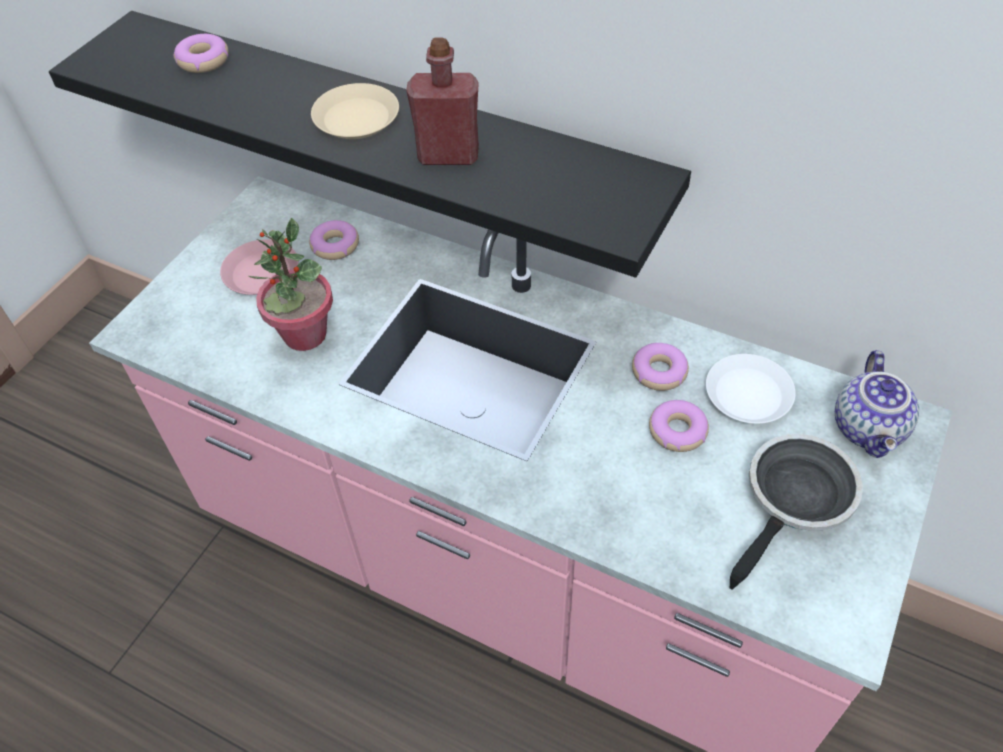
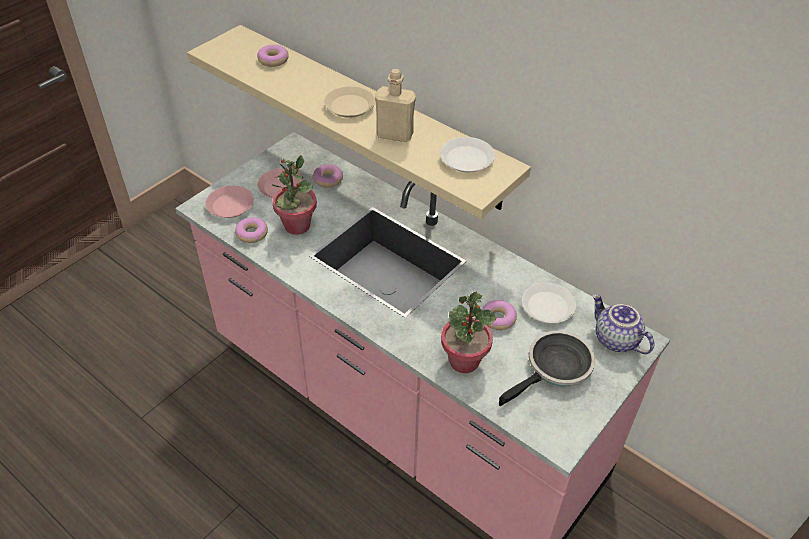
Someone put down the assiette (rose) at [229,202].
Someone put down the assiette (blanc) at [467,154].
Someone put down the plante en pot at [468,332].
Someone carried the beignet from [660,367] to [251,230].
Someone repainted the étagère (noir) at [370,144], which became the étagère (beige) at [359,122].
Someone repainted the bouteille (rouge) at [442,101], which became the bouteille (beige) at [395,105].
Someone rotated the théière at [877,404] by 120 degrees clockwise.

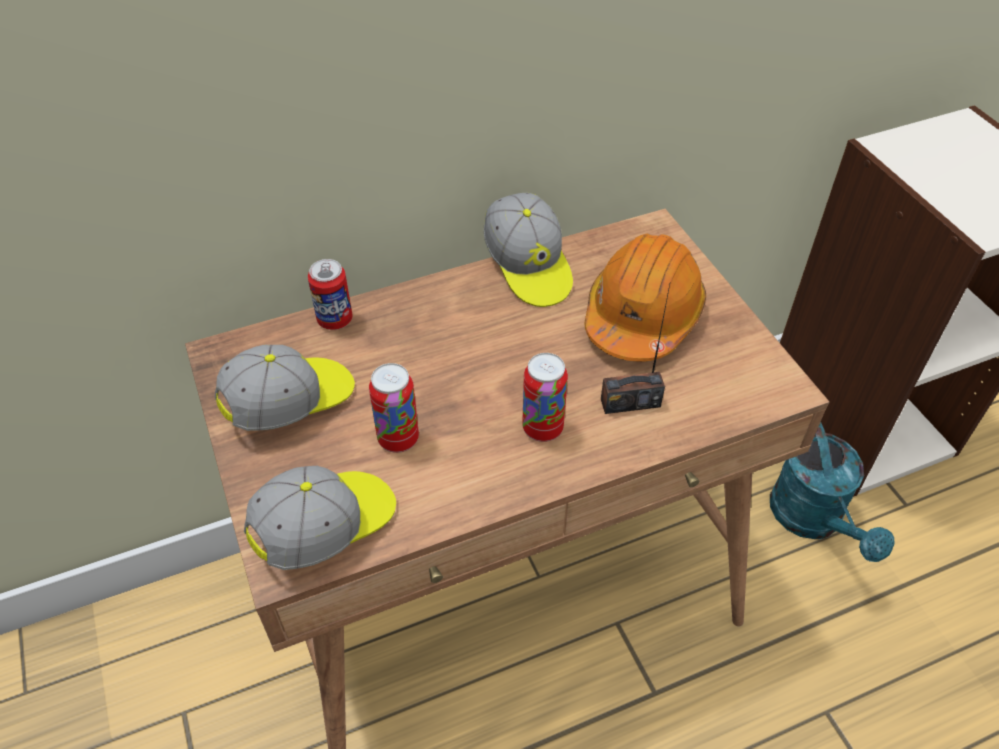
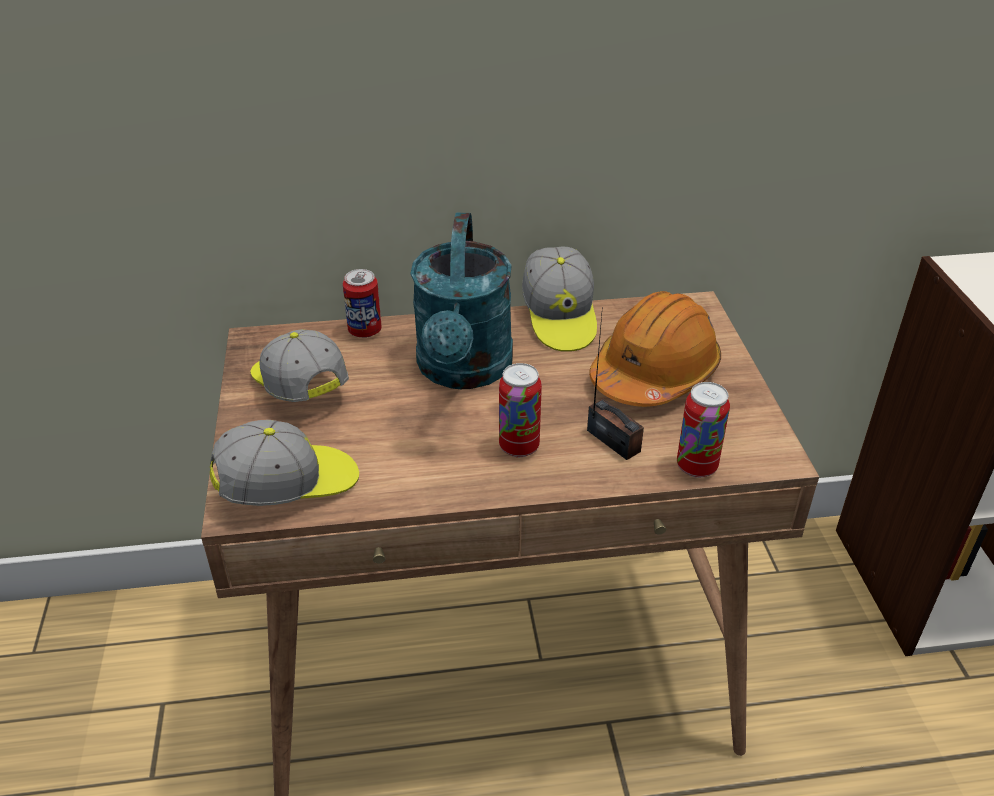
Someone carried the boîte métallique from [394,408] to [703,430].
Someone carried the arrosoir (turquoise) from [832,492] to [461,301].
Someone rotated the casquette at [285,388] by 105 degrees counterclockwise.
Someone rotated the radio at [635,349] by 135 degrees counterclockwise.

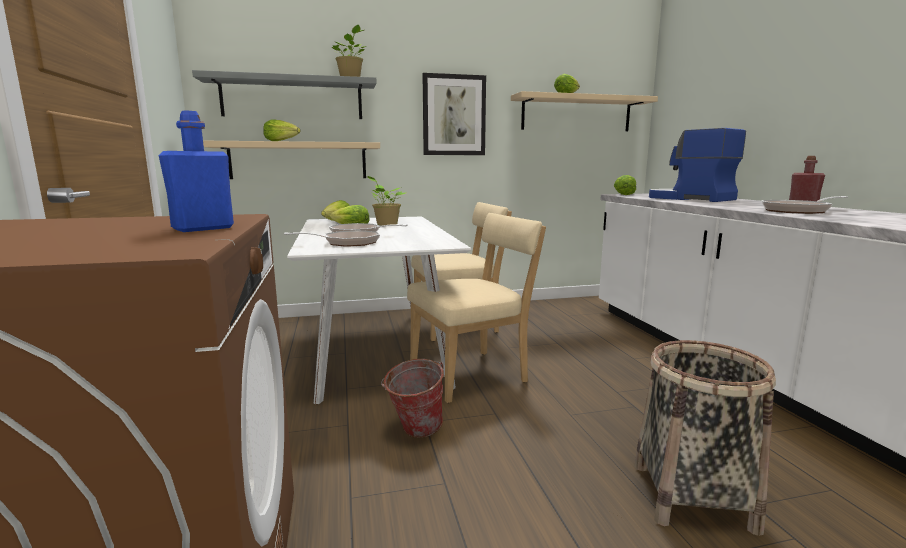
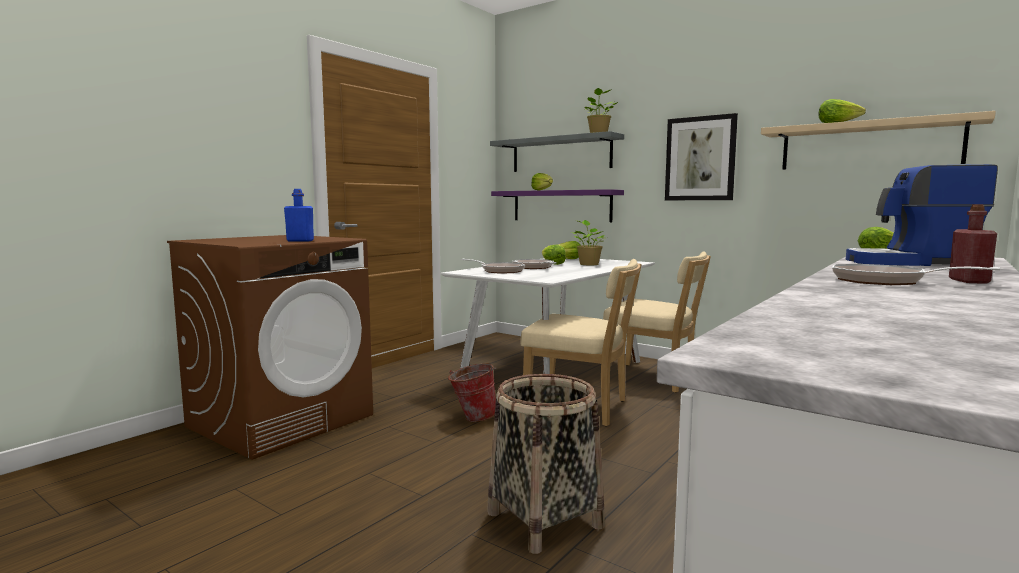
Someone repainted the étagère (beige) at [291,160], which became the étagère (violet) at [557,205].
Someone rotated the machine à café at [697,165] by 90 degrees counterclockwise.

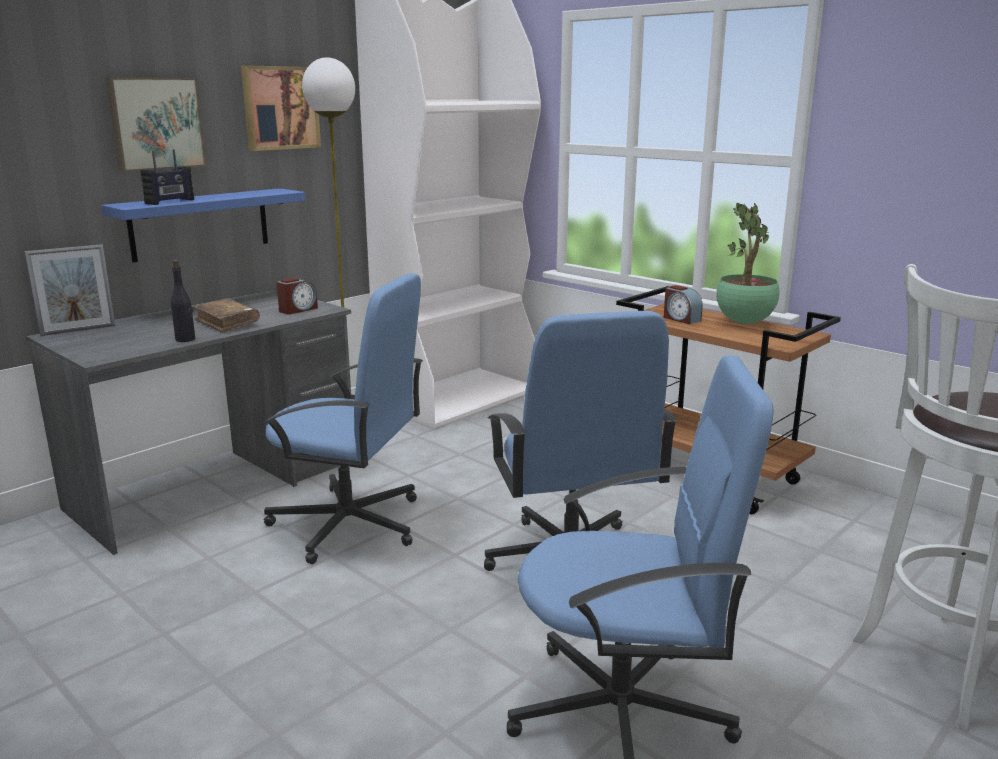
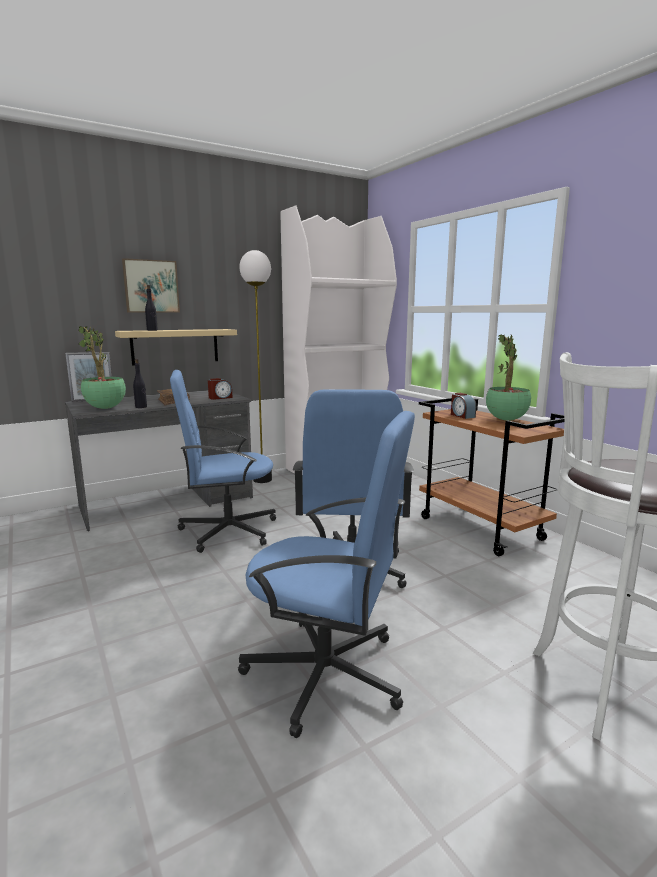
Someone took away the tableau at [281,108].
Someone put down the plante en pot at [102,367].
Someone swapped the radio at [167,177] for the bouteille (noir) at [151,308].
Someone repainted the étagère (bleu) at [203,225], which became the étagère (beige) at [176,347].
Someone rotated the chaise de bureau (bleu) at [343,418] by 135 degrees clockwise.

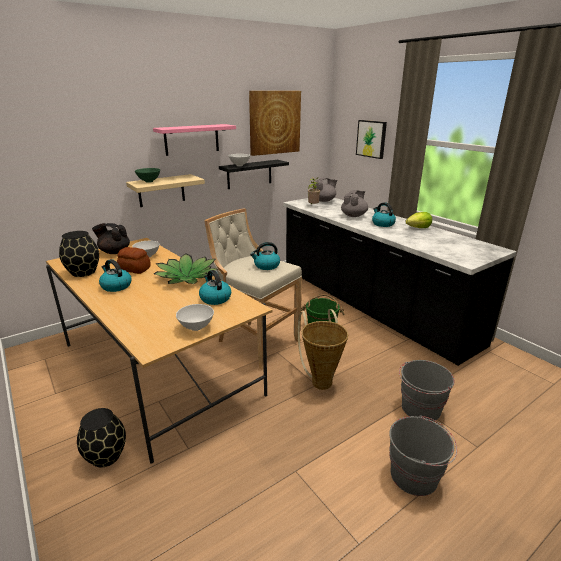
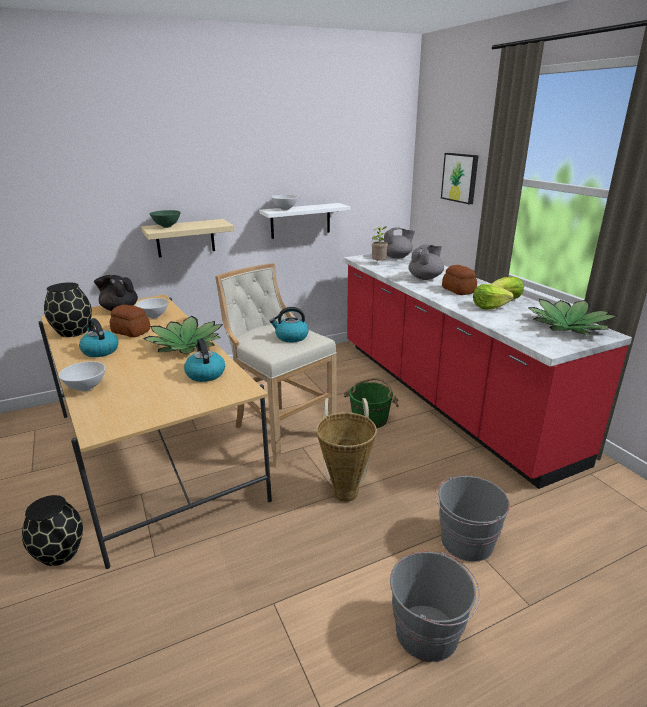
Someone took away the étagère (rose) at [194,140].
Someone took away the tableau at [275,123].
Someone put down the laitue at [493,297].
Someone put down the plante en pot at [572,317].
Someone carried the bol (blanc) from [195,317] to [82,376].
Someone swapped the bouilloire at [384,214] for the pain at [459,280].
Someone repainted the étagère (noir) at [254,174], which became the étagère (blanc) at [304,221].
Someone repainted the comptoir de cuisine (noir) at [400,282], which became the comptoir de cuisine (rouge) at [488,371].

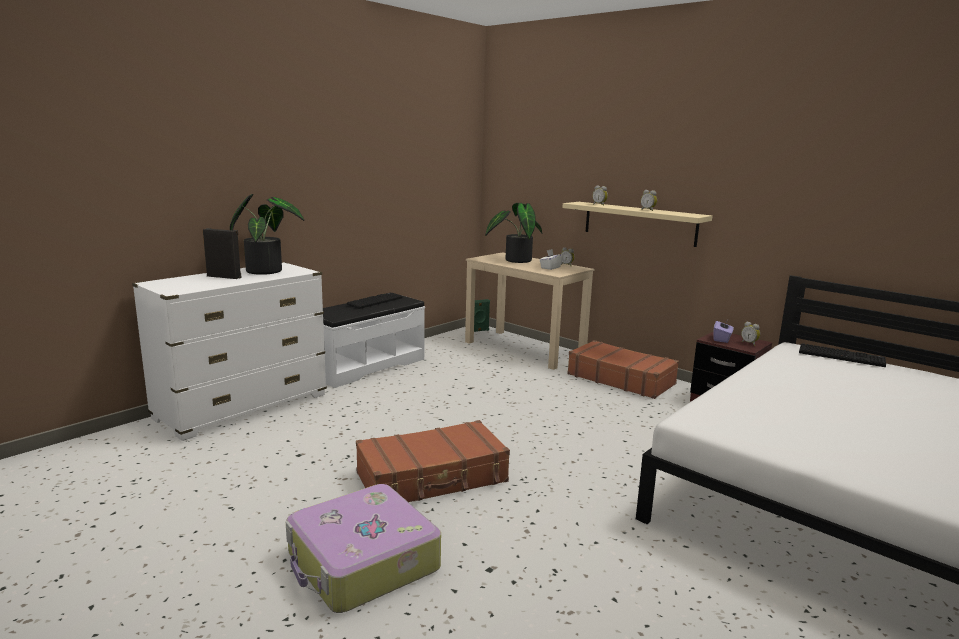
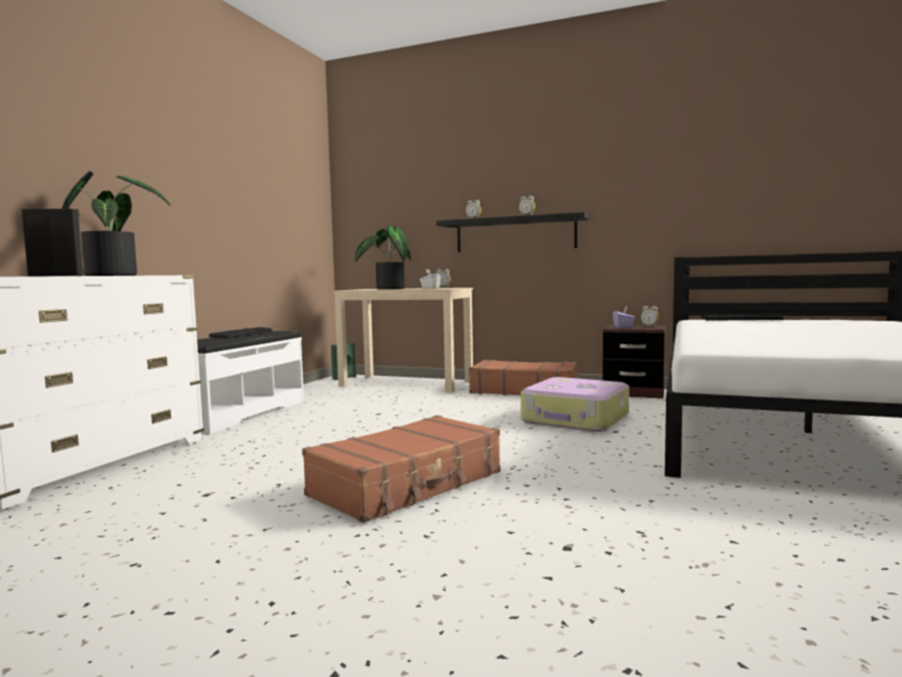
Someone carried the valise from [363,548] to [575,404].
Someone repainted the étagère (beige) at [637,224], which became the étagère (noir) at [512,232].

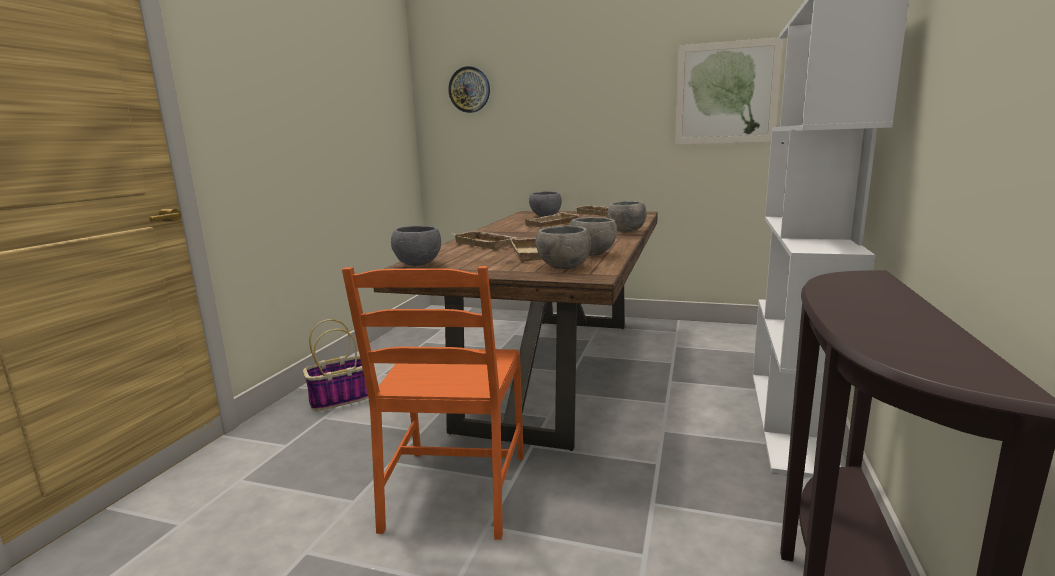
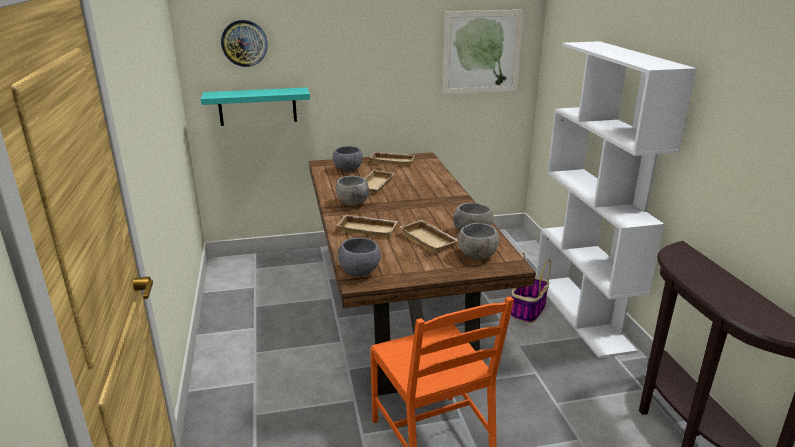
Someone put up the étagère (turquoise) at [255,106].
Someone carried the panier from [335,365] to [530,287].
Someone carried the bol (gris) from [627,216] to [352,191].

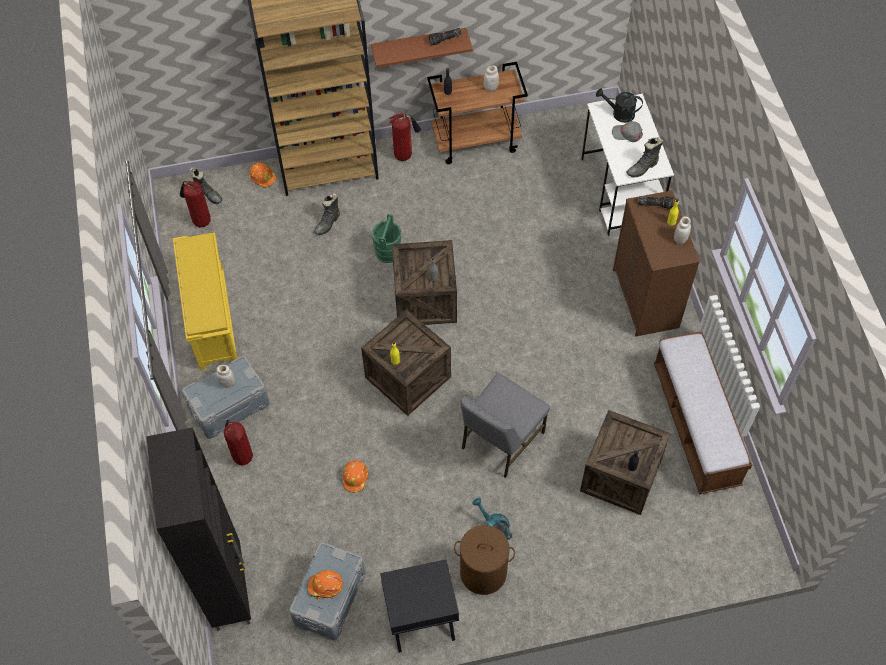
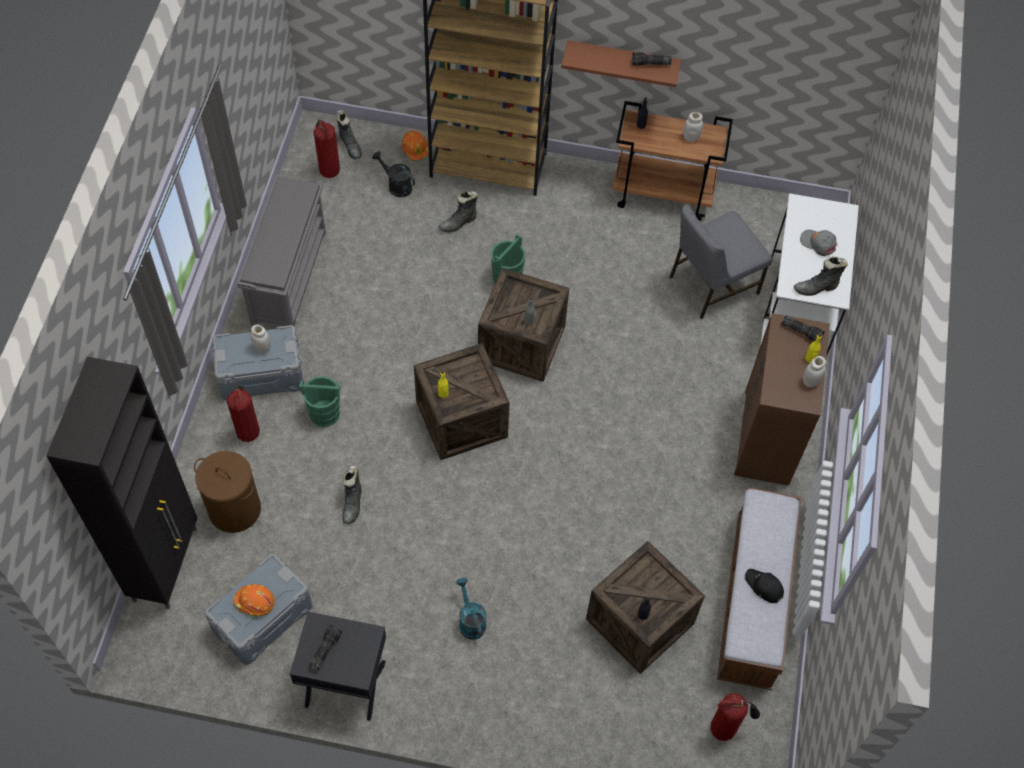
Someone put down the seau (vert) at [320,401].
Someone put down the lampe de poche at [325,648].
Someone put down the casquette (noir) at [764,586].
Someone carried the extincteur from [405,137] to [735,717].
Someone carried the panier à linge (marron) from [484,560] to [227,492].
Someone carried the chaise (gris) from [505,425] to [721,261].
Someone carried the arrosoir (noir) from [619,105] to [393,174].
Someone swapped the casque de chantier (orange) at [356,476] for the botte (noir) at [352,495].
Someone repainted the étagère à chaussures (jaune) at [205,301], which became the étagère à chaussures (gris) at [281,250].

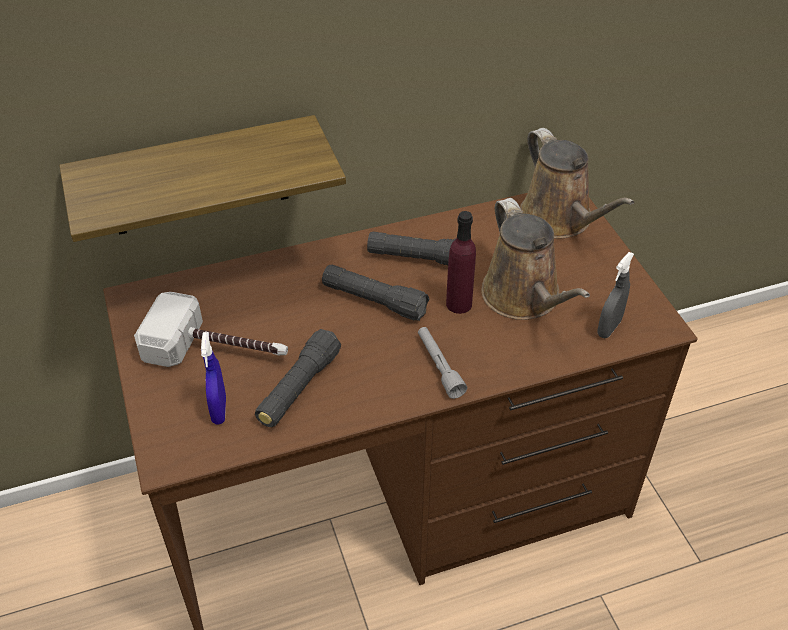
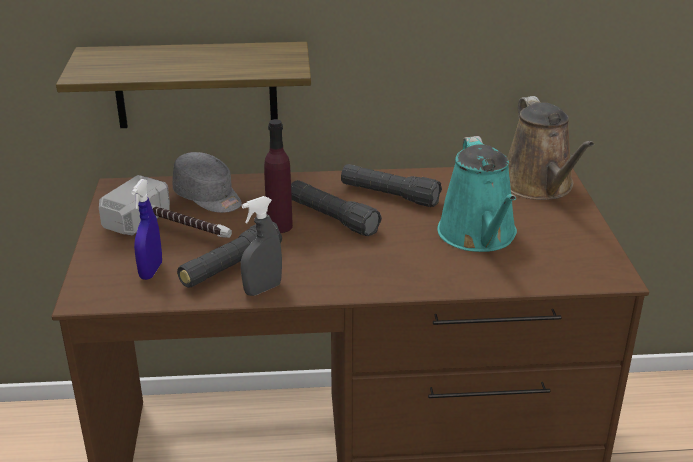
Someone took away the lampe de poche (gris) at [442,363].
Someone put down the casquette (gris) at [207,182].
Someone carried the bouteille (violet) from [461,262] to [278,176].
Someone carried the vaporisateur (gris) from [615,295] to [261,246].
Someone repainted the arrosoir (marron) at [535,259], which became the arrosoir (turquoise) at [477,194].

